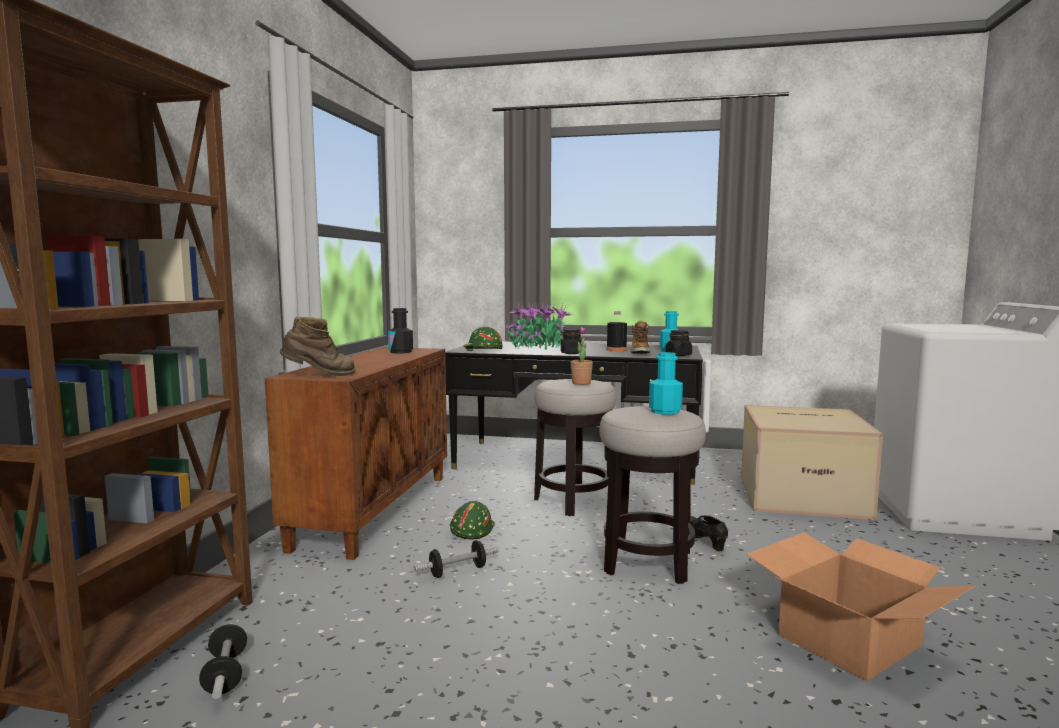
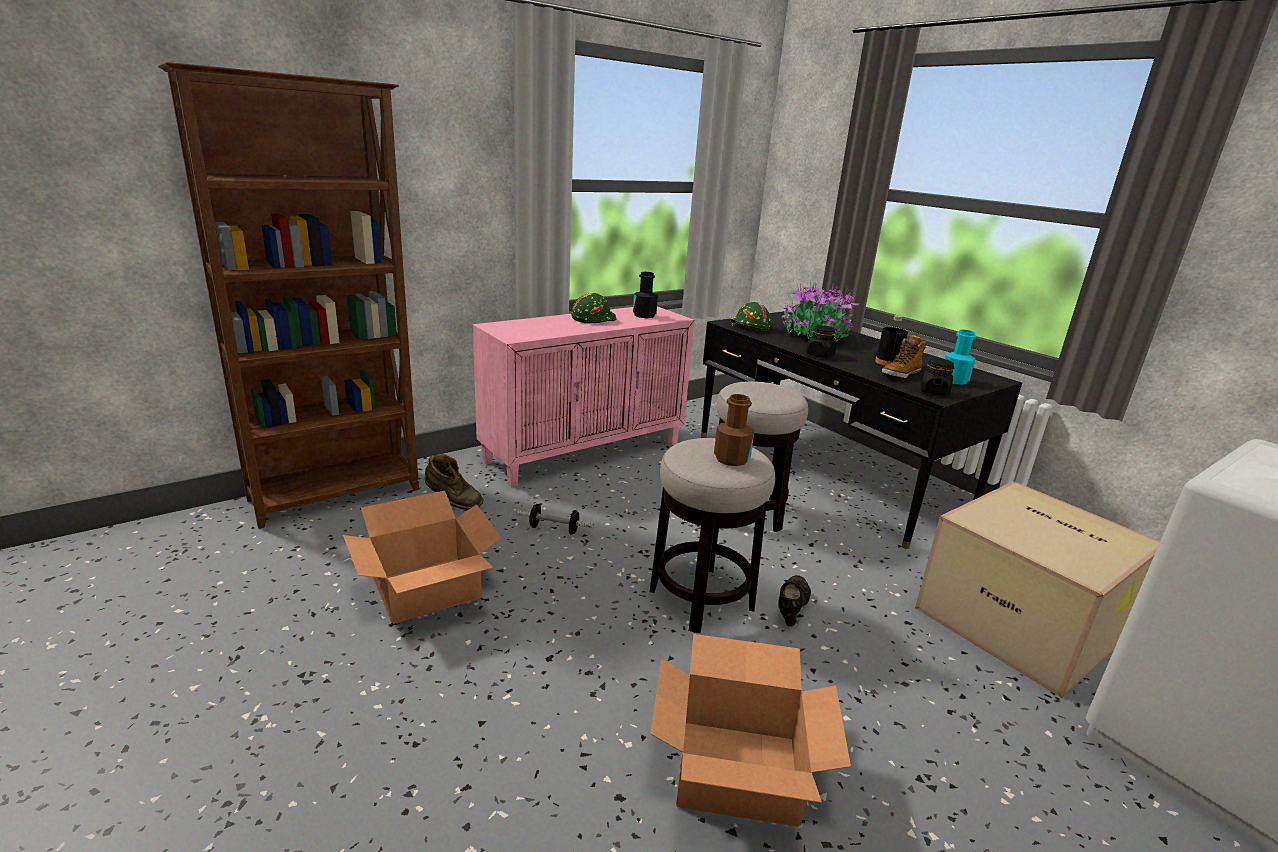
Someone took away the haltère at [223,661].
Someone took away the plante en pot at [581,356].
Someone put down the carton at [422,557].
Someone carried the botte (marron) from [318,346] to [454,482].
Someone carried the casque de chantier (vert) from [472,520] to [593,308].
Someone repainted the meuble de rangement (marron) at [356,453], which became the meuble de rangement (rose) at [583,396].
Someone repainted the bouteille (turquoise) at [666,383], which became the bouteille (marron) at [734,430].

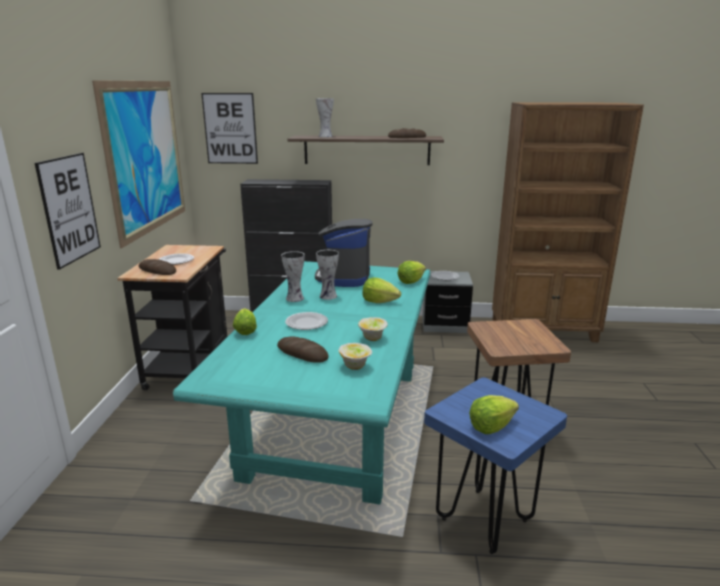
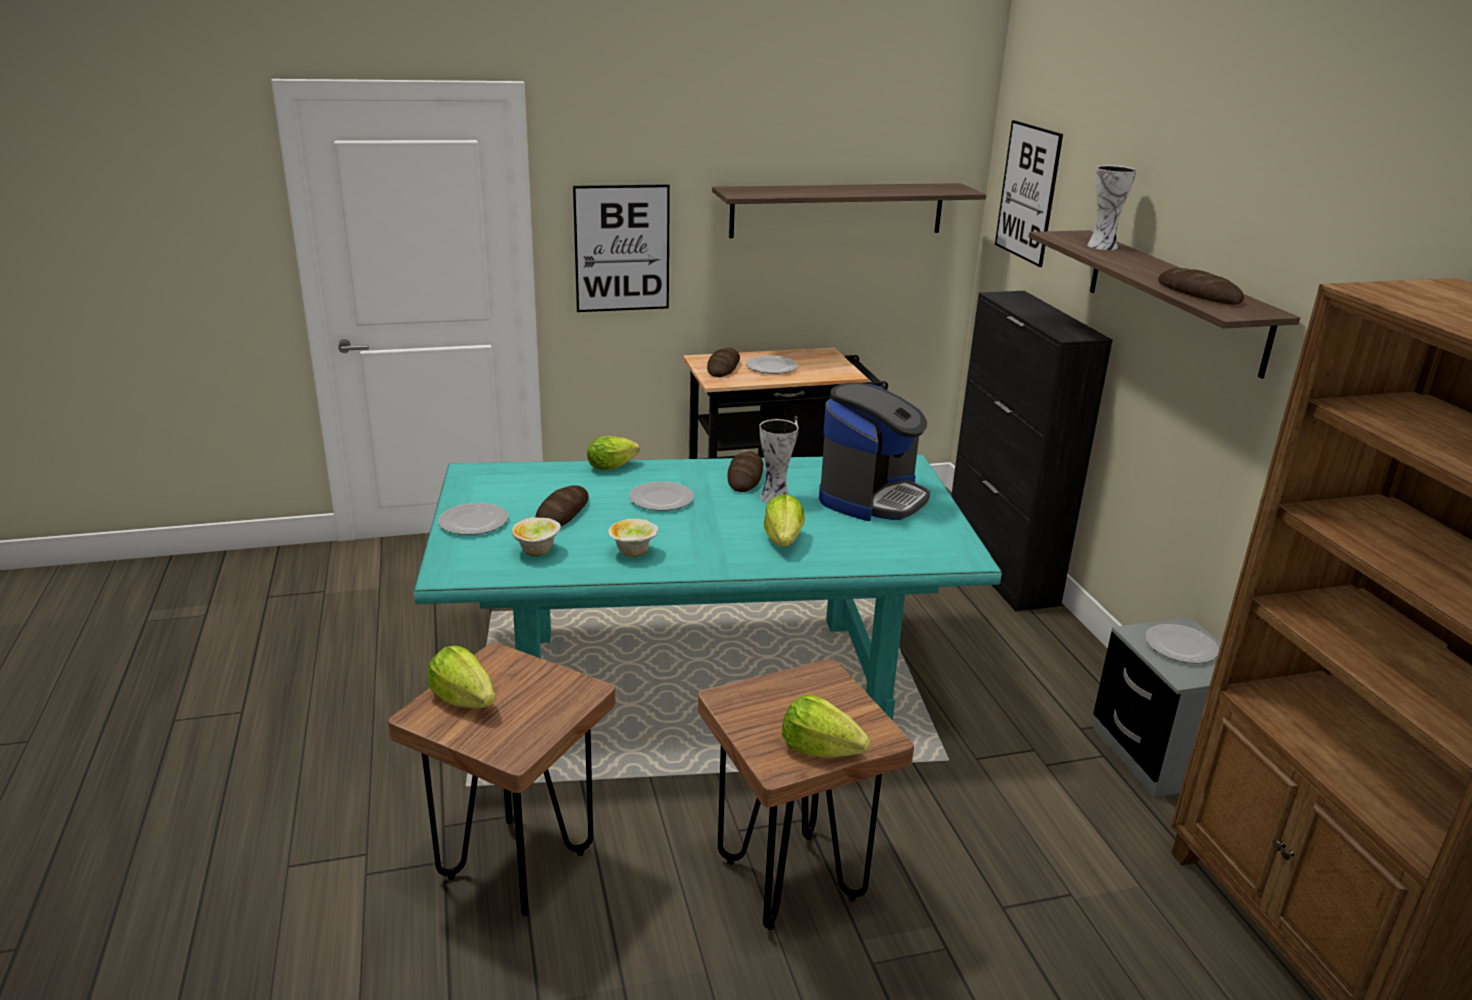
Someone put down the assiette at [473,519].
Someone carried the laitue from [411,272] to [826,726].
Someone swapped the tableau at [138,164] for the étagère at [849,210].
Someone swapped the vase at [293,276] for the pain at [746,471].
Someone repainted the tabouret (bleu) at [495,465], which became the tabouret (marron) at [502,779].
Someone rotated the machine à café at [344,253] by 135 degrees clockwise.

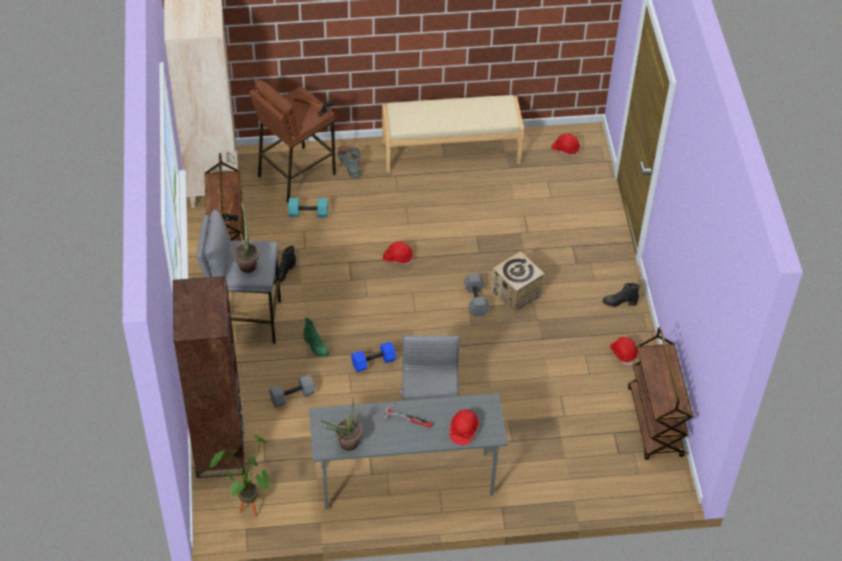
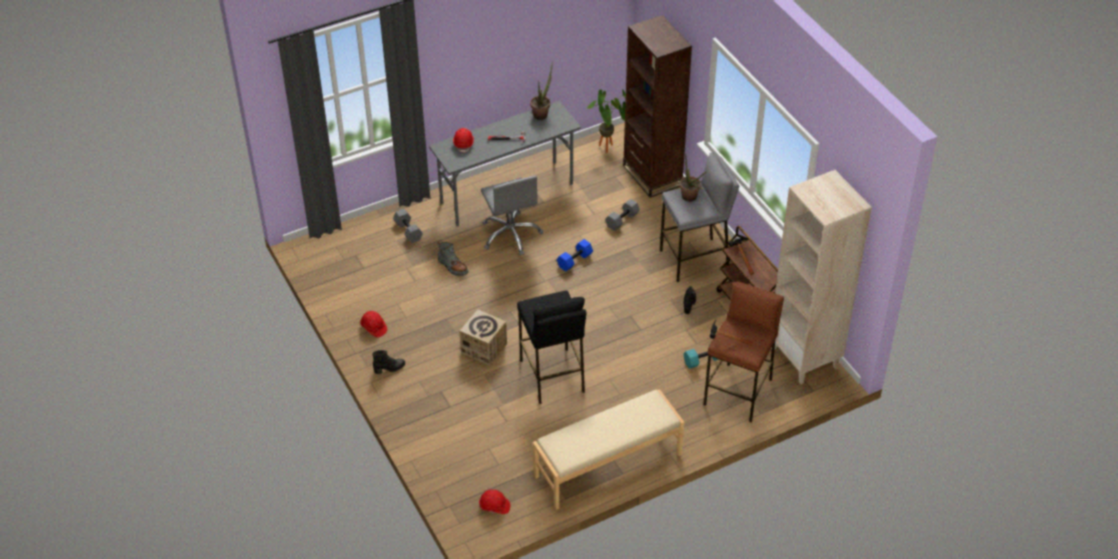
Someone took away the botte (vert) at [316,337].
Someone took away the casque de chantier (rouge) at [398,253].
Someone took away the chariot (marron) at [660,393].
Someone put down the tabouret (noir) at [551,347].
Someone carried the botte (gris) from [349,161] to [452,259].
Someone carried the haltère (gris) from [476,295] to [408,226].

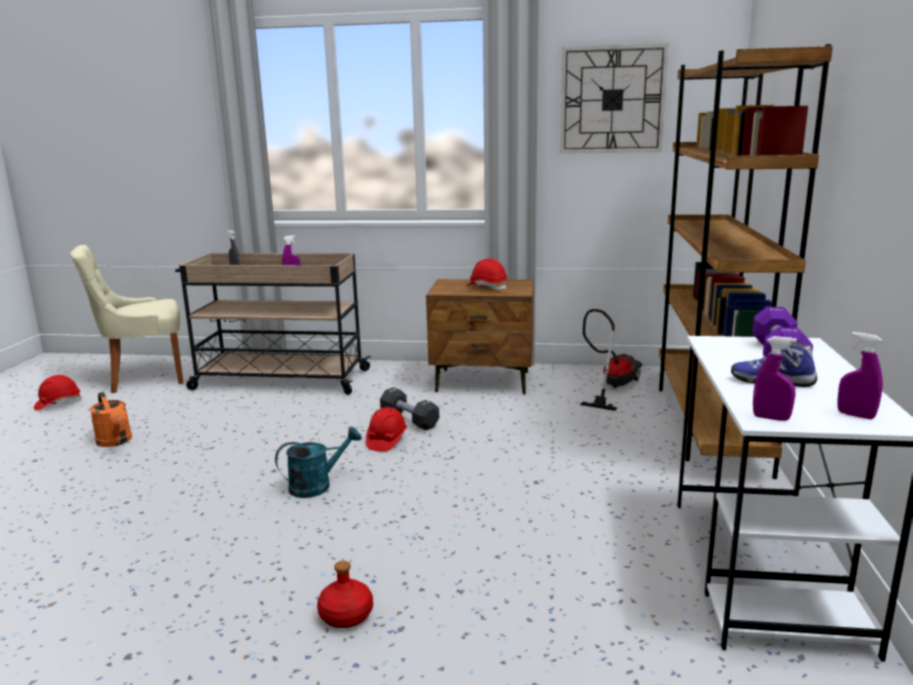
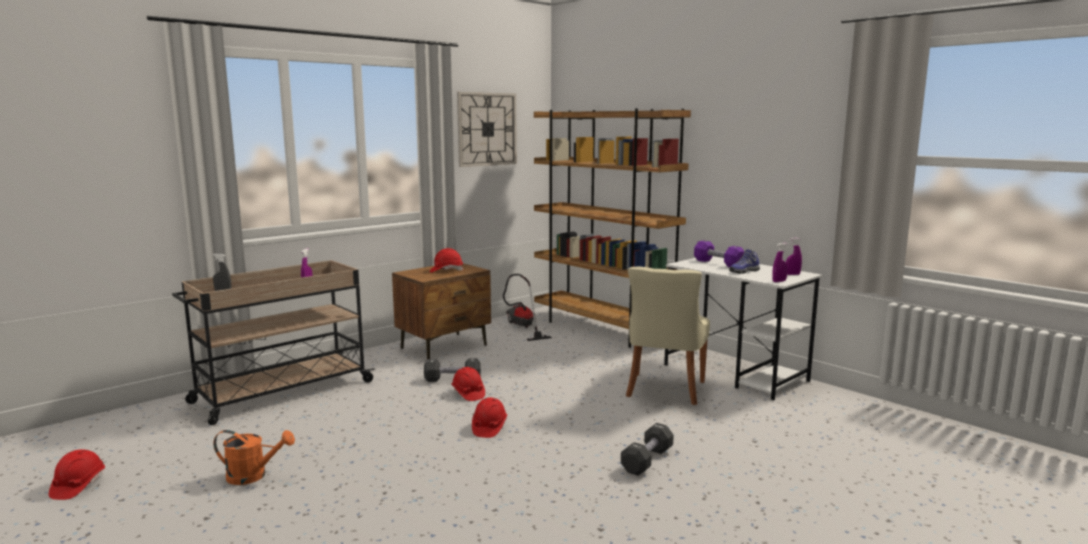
Someone carried the chaise (beige) from [126,319] to [668,336].
Someone swapped the arrosoir (turquoise) at [318,462] for the casque de chantier (rouge) at [489,418].
Someone swapped the bouteille (rouge) at [345,594] for the haltère (noir) at [647,449].

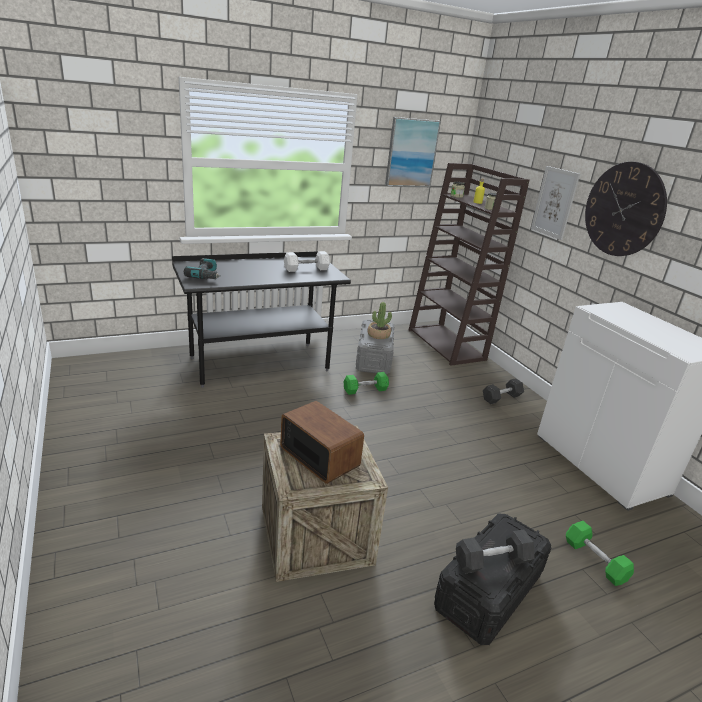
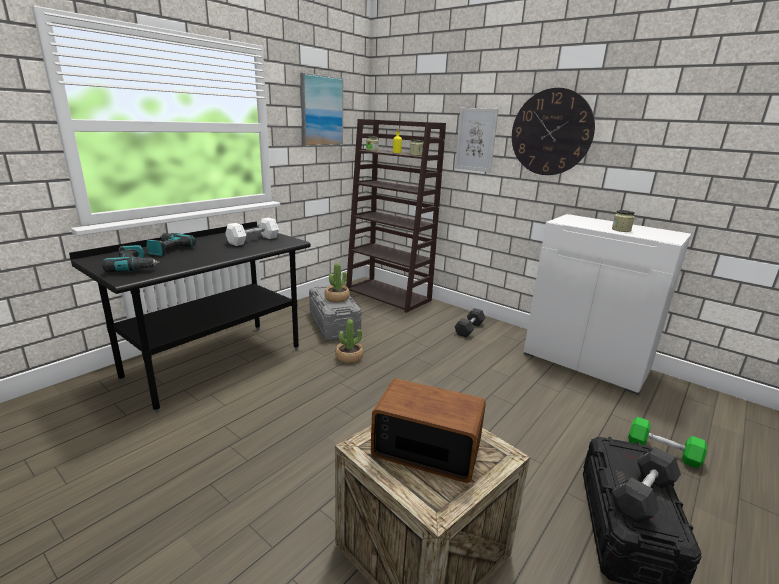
Someone put down the perceuse at [171,244].
Someone put down the bocal at [623,221].
Someone swapped the haltère (vert) at [366,383] for the plante en pot at [349,341].

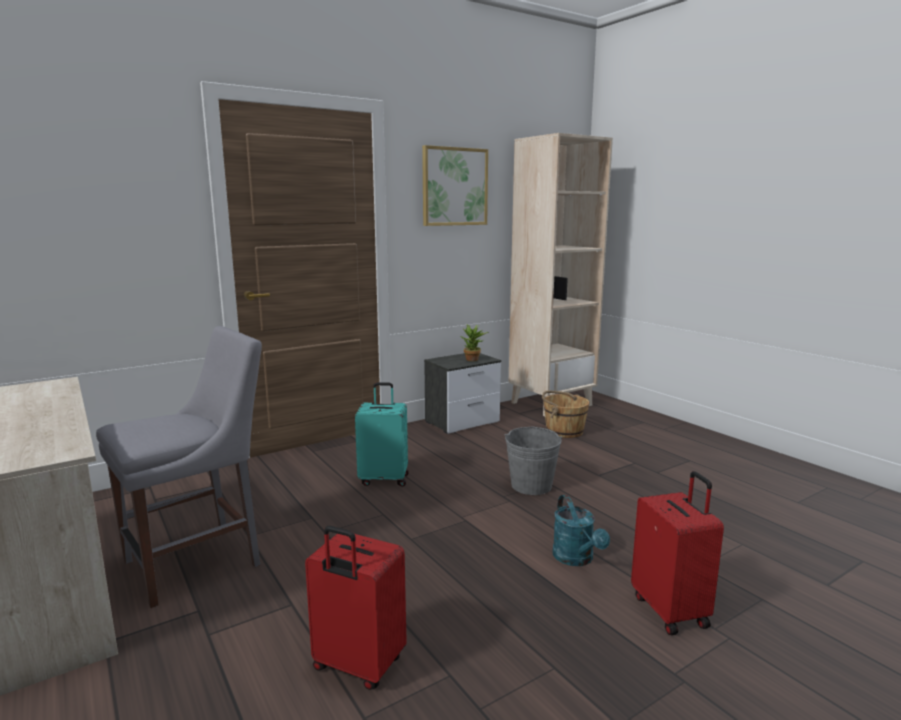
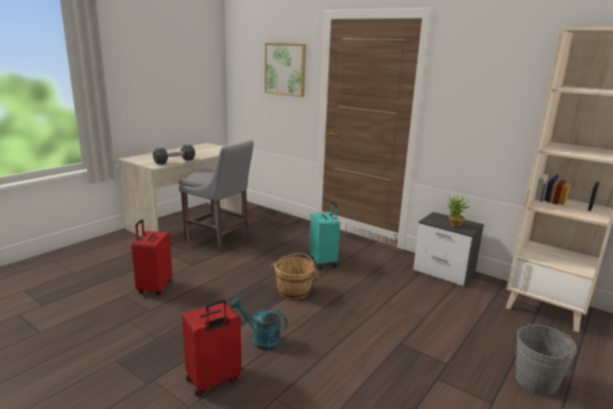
Someone put down the haltère (noir) at [174,154].
Someone carried the tableau from [455,185] to [285,70].
Someone carried the seau (gris) from [533,460] to [546,359].
Someone carried the seau (marron) from [566,414] to [294,276].
Someone rotated the arrosoir (turquoise) at [581,530] by 60 degrees clockwise.

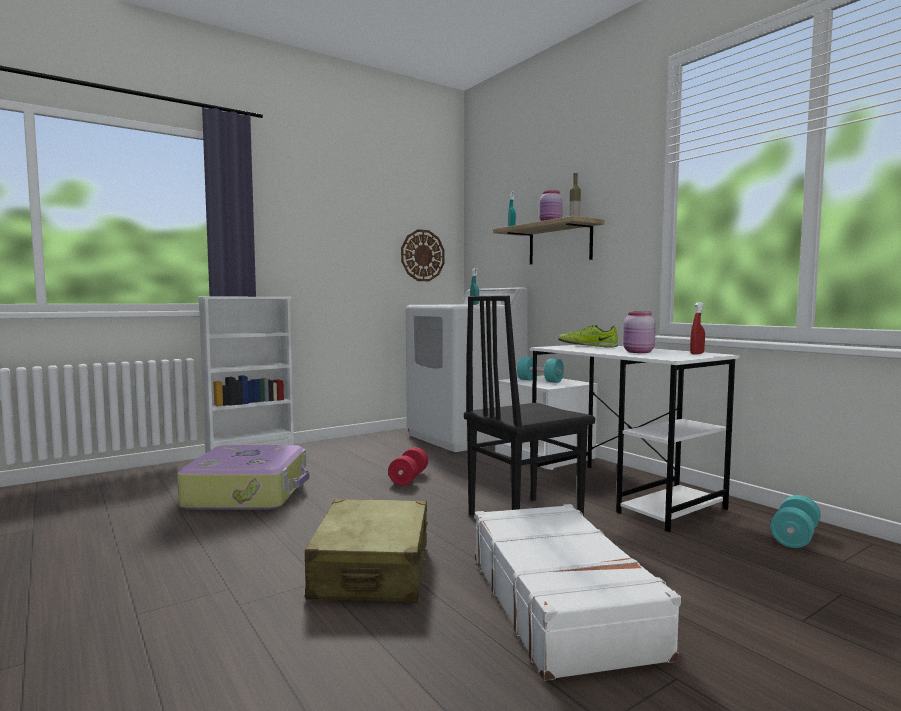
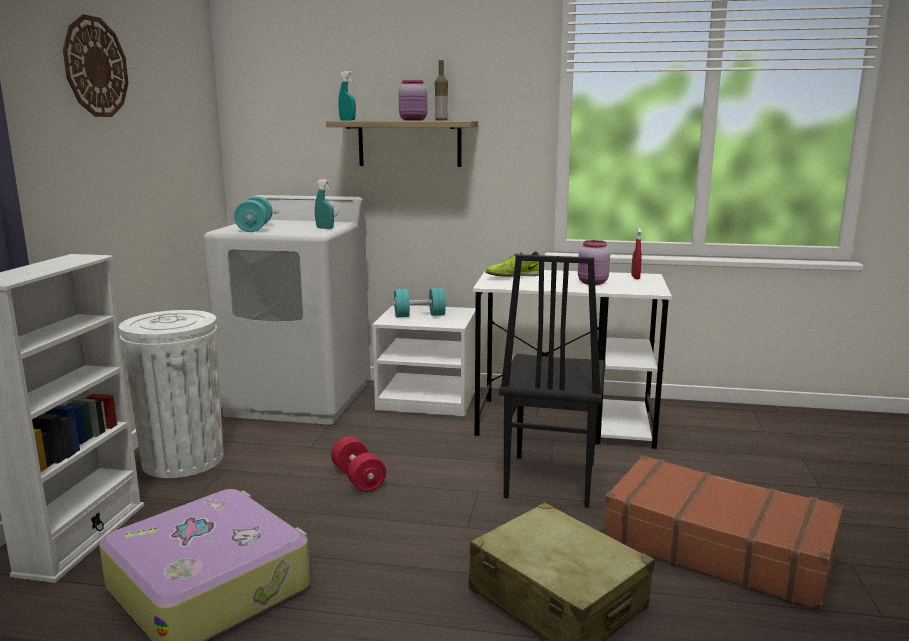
Someone put down the poubelle (blanc) at [171,394].
Someone carried the horloge murale from [423,255] to [95,65].
Someone carried the haltère (turquoise) from [795,521] to [253,214].
Someone repainted the valise (blanc) at [578,592], which became the valise (marron) at [724,533].

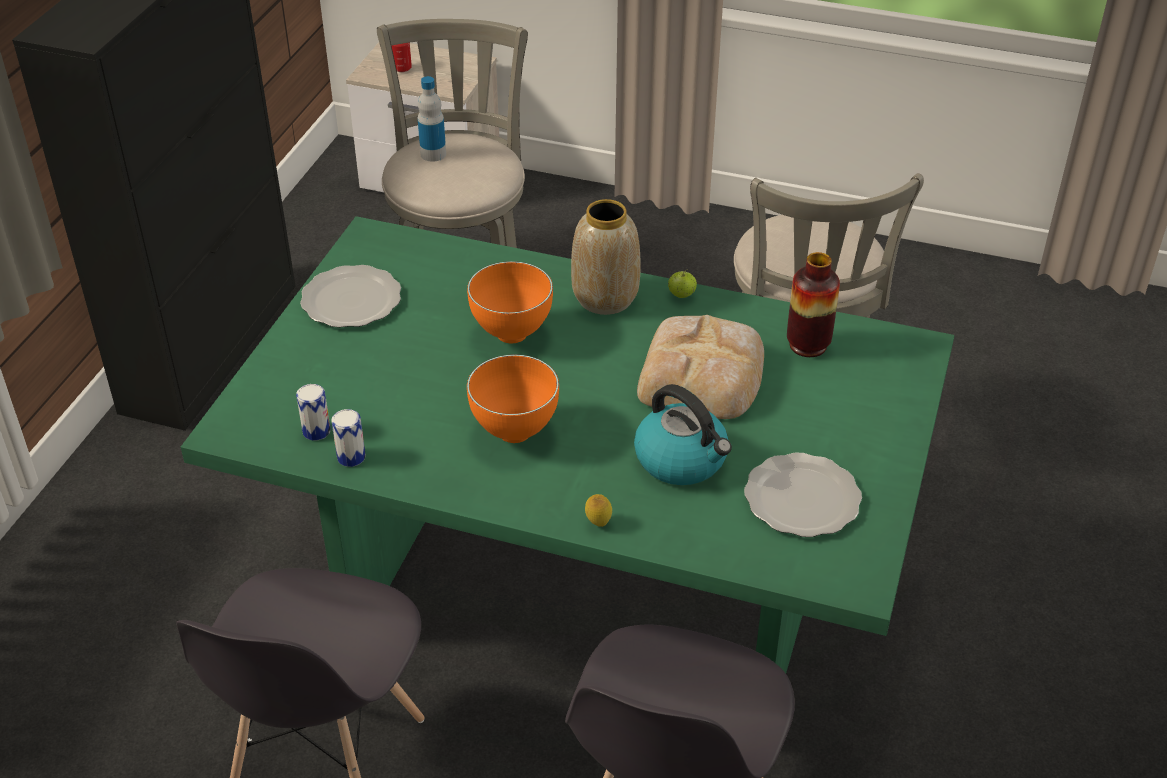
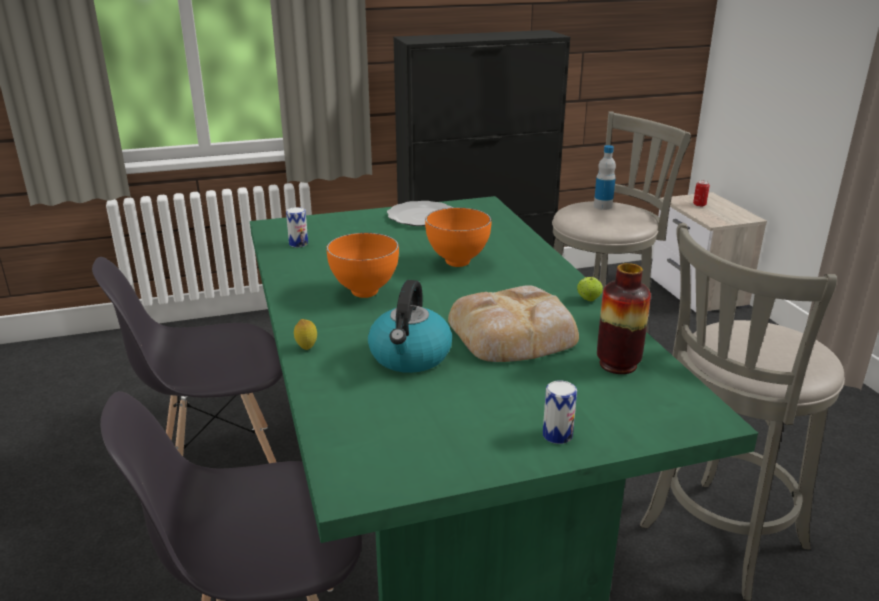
Someone took away the vase at [606,257].
Someone took away the assiette at [803,495].
Someone carried the boîte métallique from [348,438] to [560,412].

